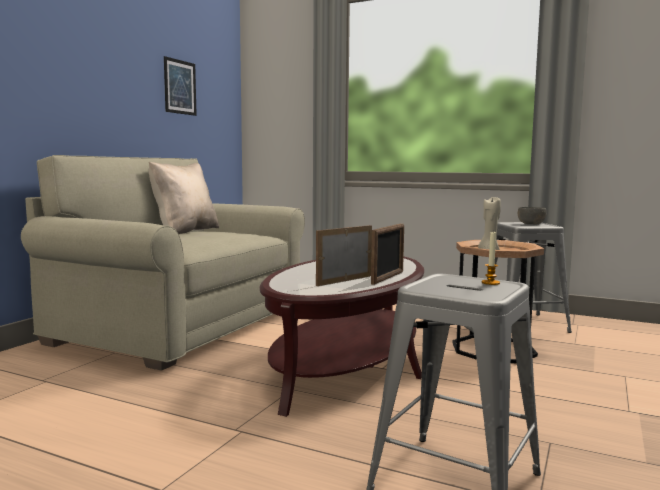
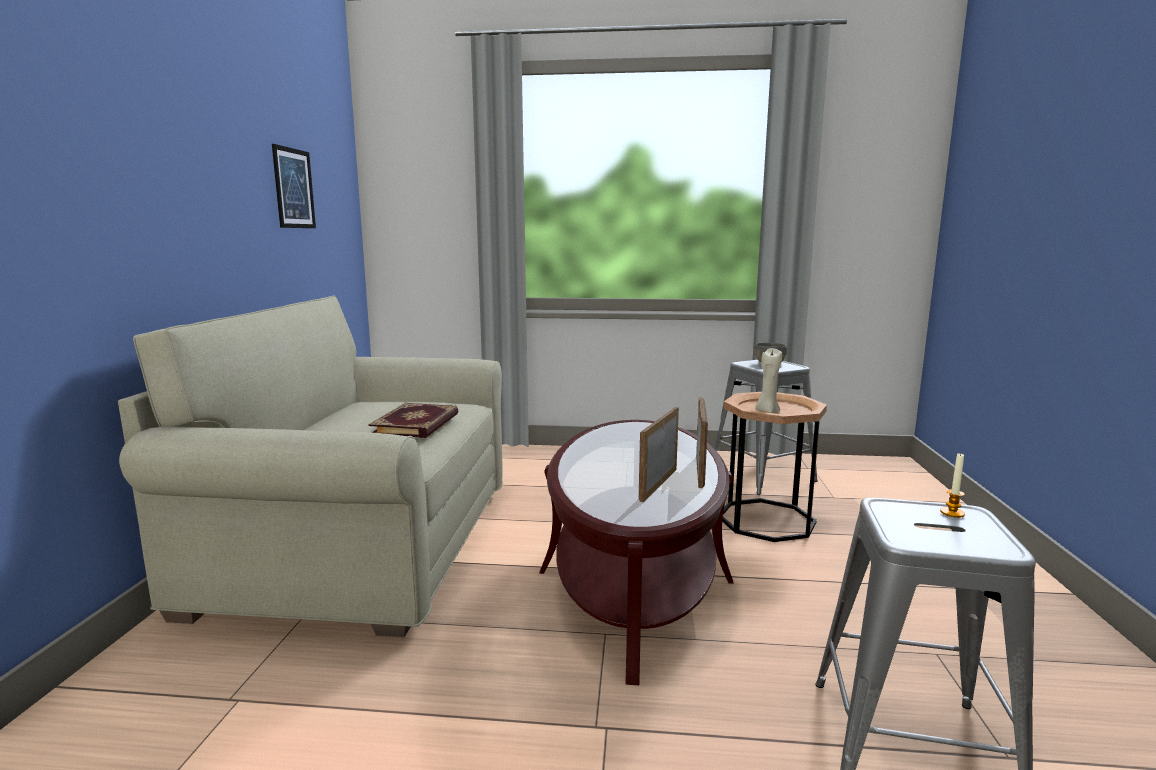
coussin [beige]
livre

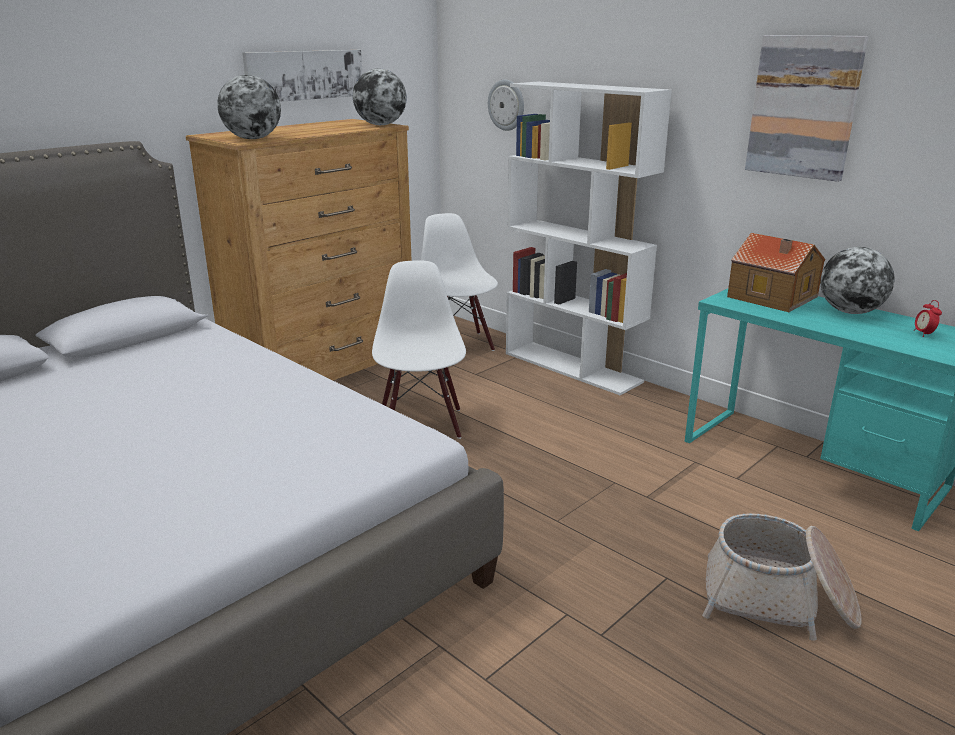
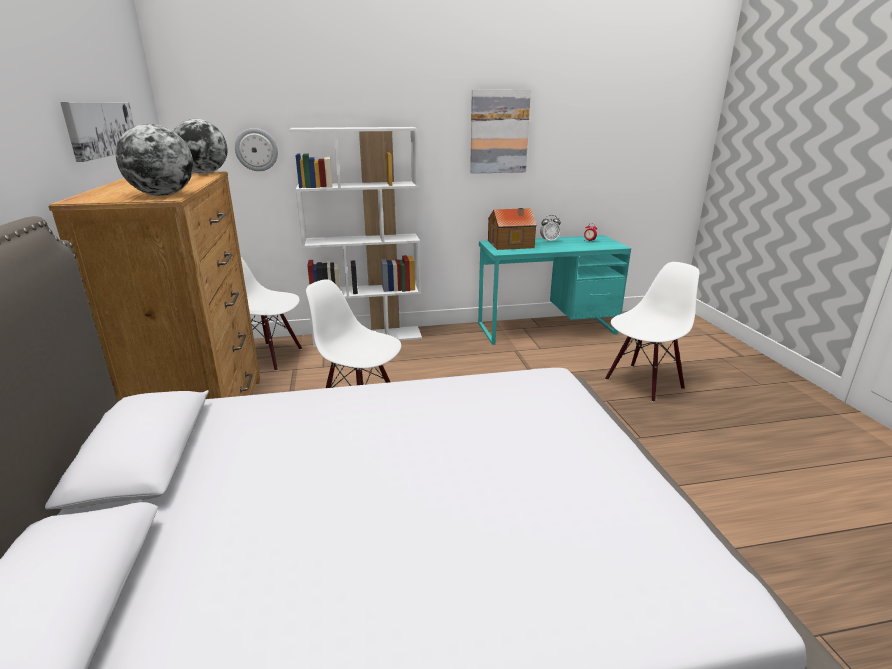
chaise [blanc] (no. 3 from left)
réveil (no. 1 from left)

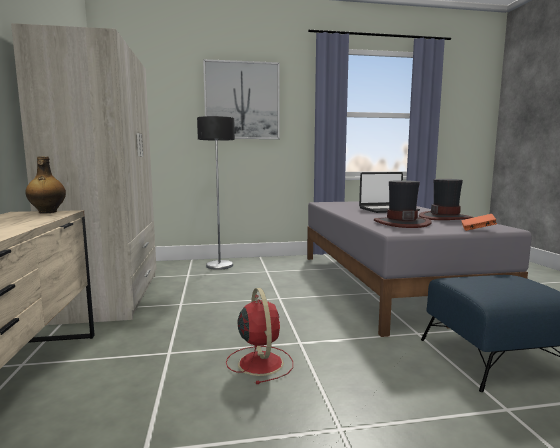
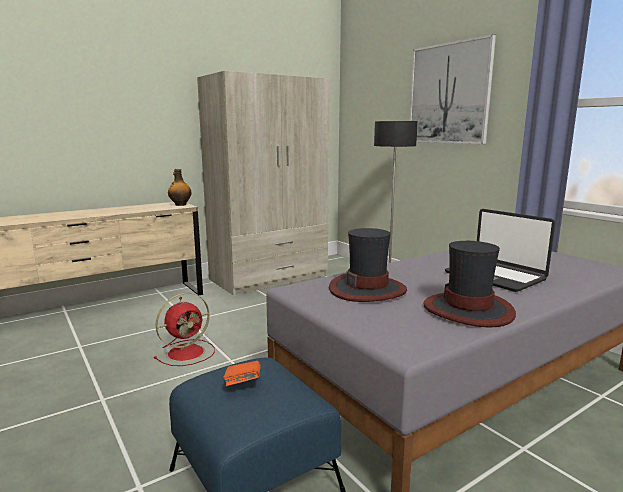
livre [orange]

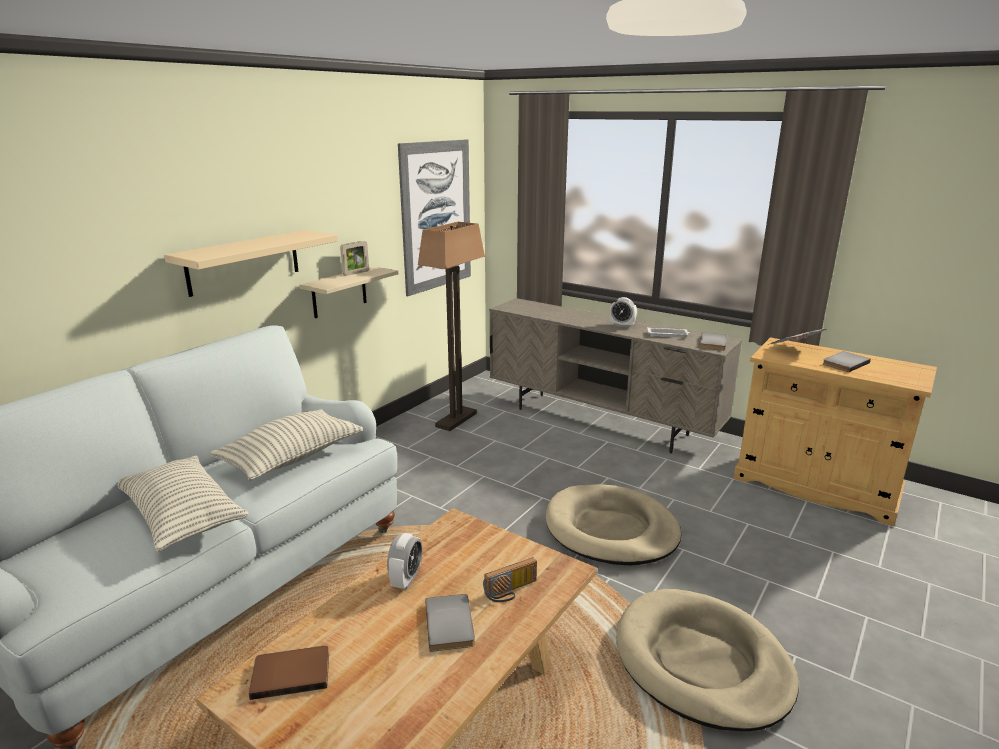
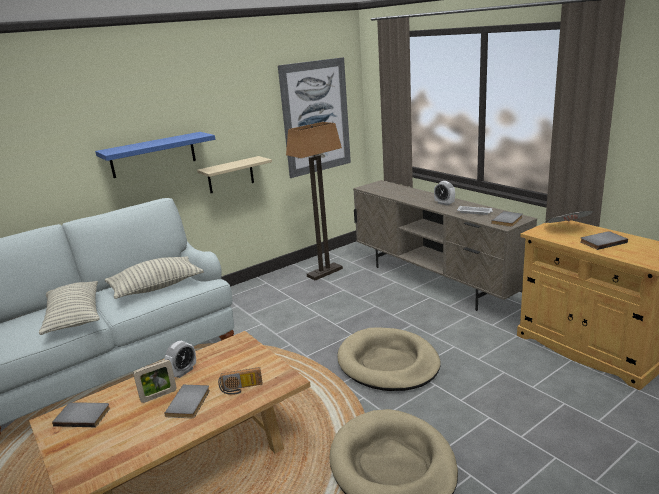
cadre photo
étagère [bleu]
livre [gris] (no. 1 from left)

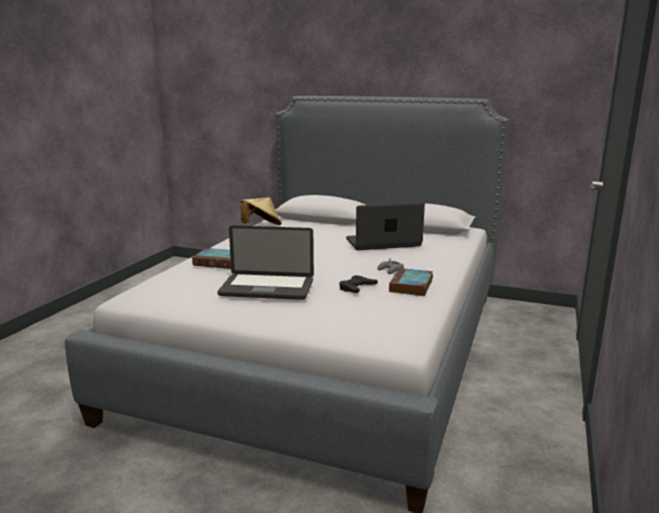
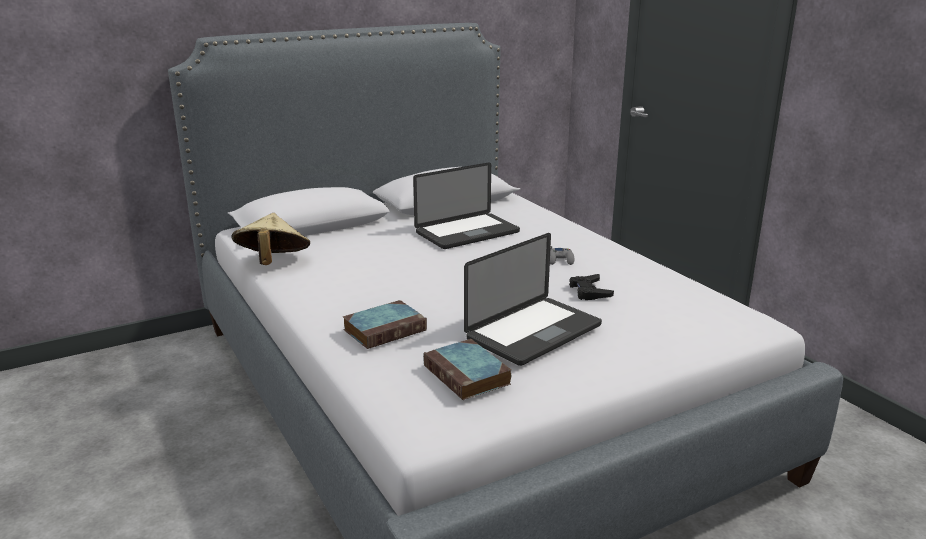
livre (no. 2 from left)
ordinateur portable (no. 1 from left)

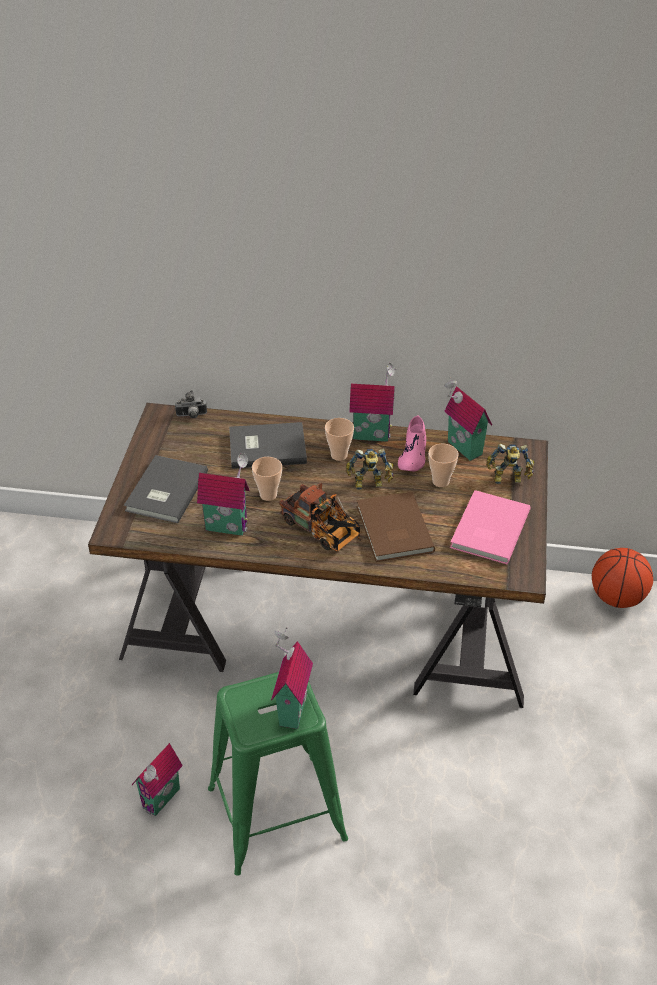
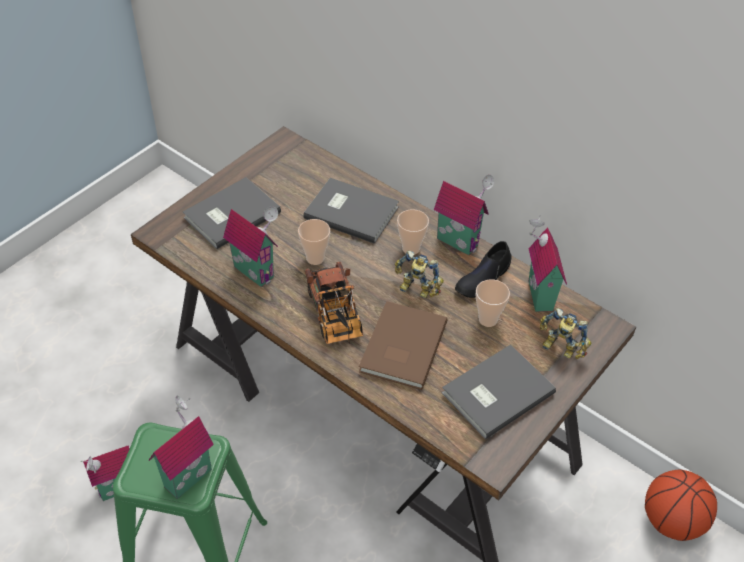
appareil photo
chaussure [noir]
livre [gris] (no. 3 from left)

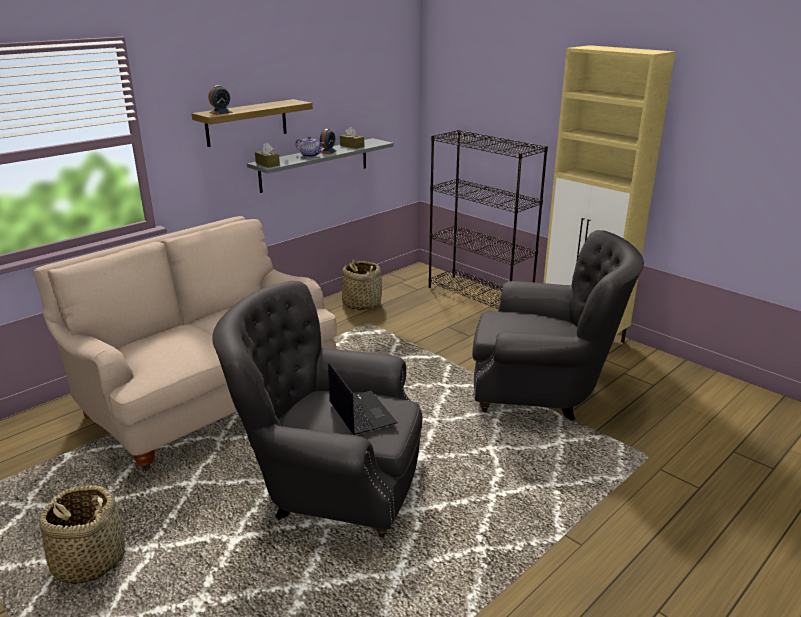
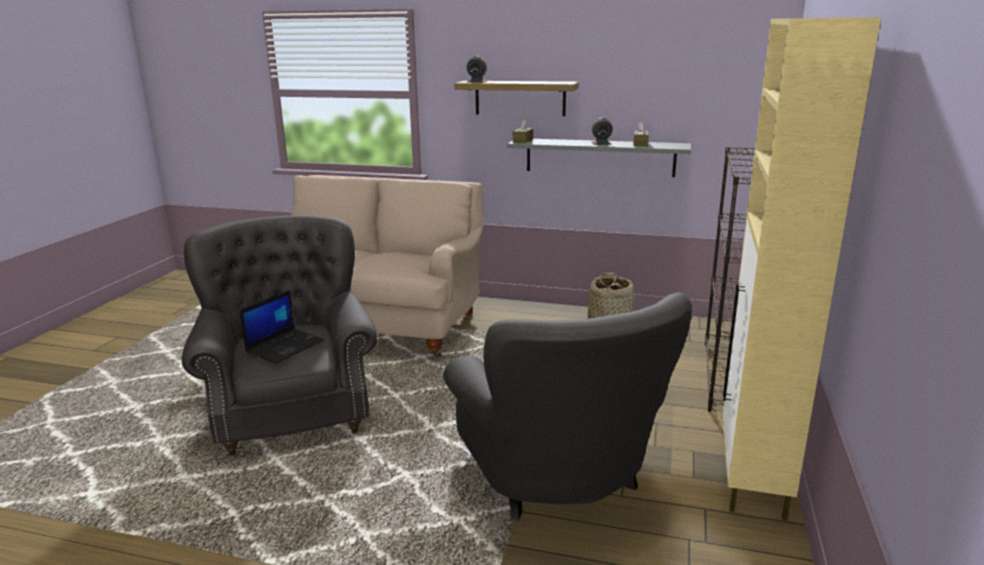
panier (no. 1 from left in the first image)
théière

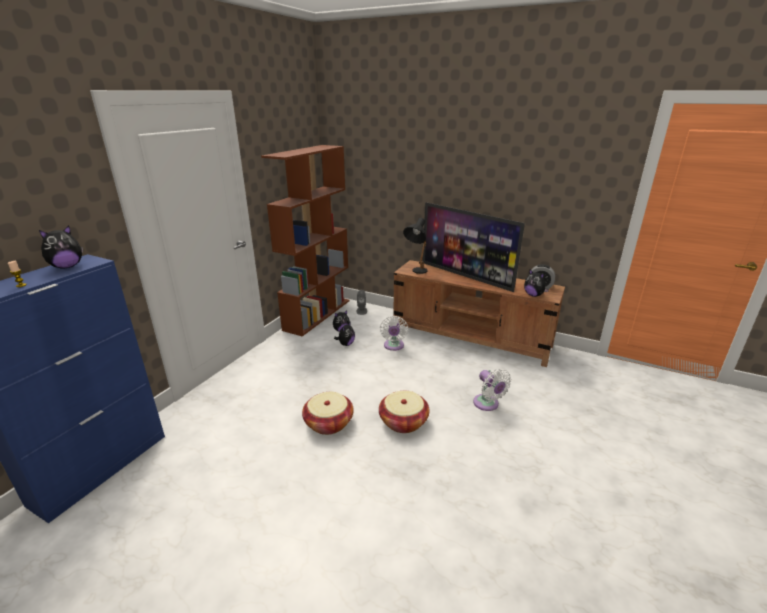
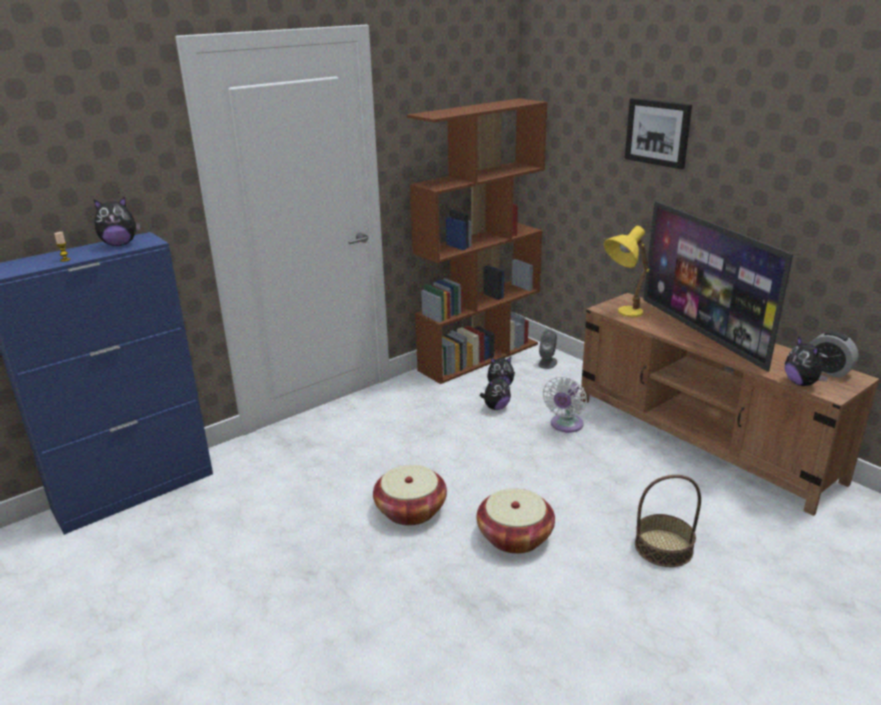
tableau
panier (no. 3 from left)
lampe de table [jaune]

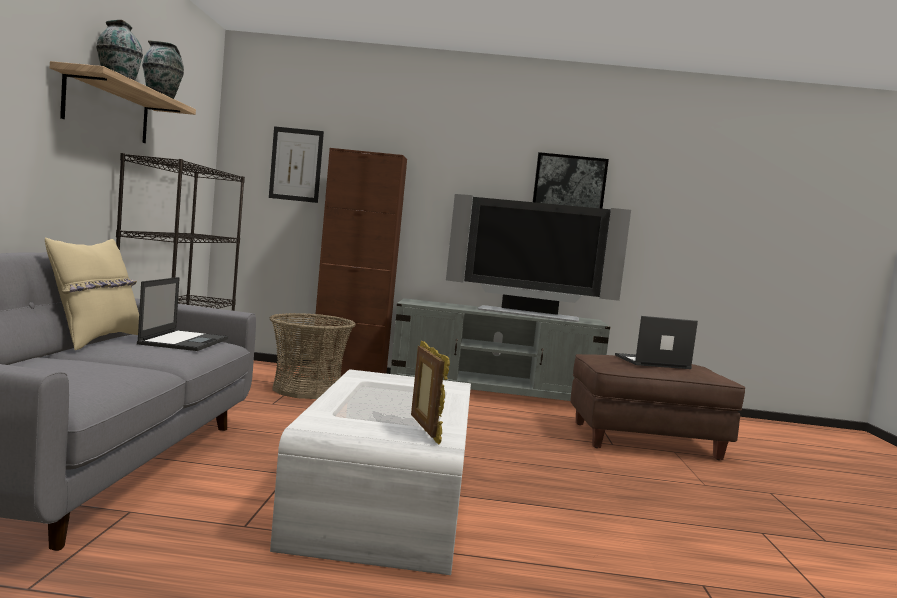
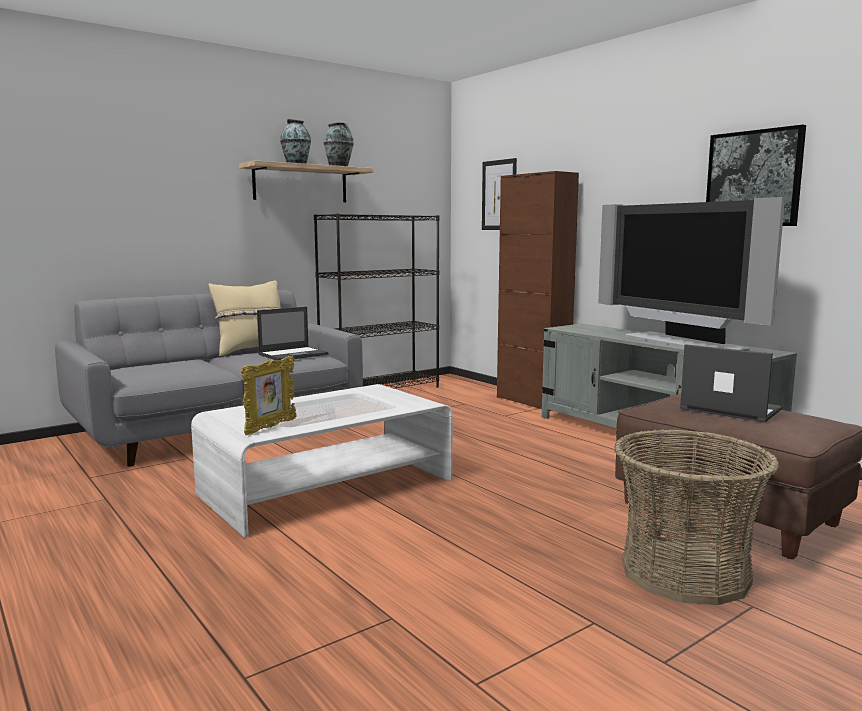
panier

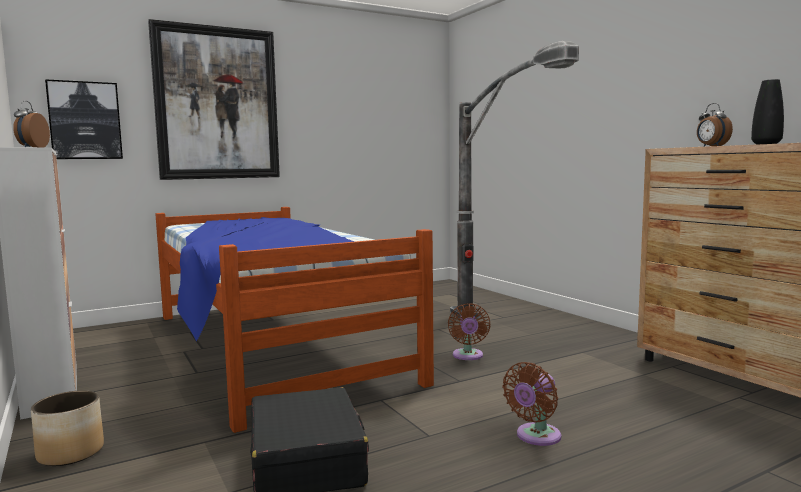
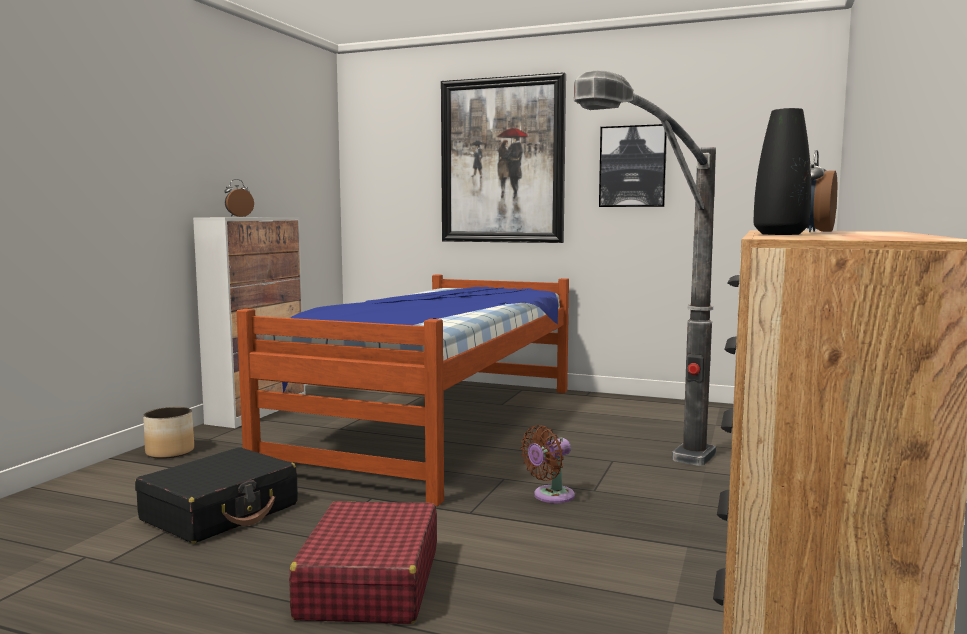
tableau (no. 2 from left)
valise [rouge]

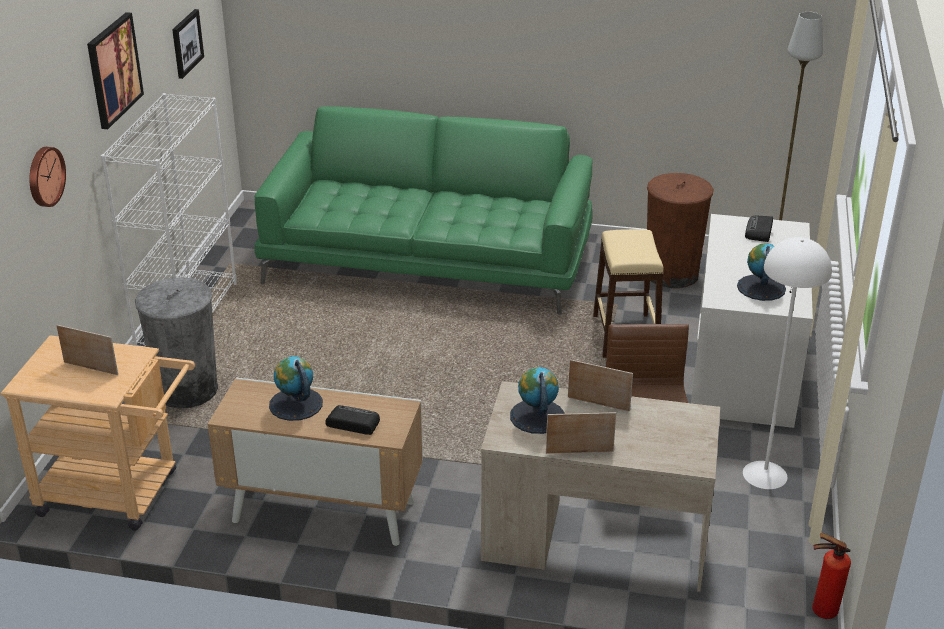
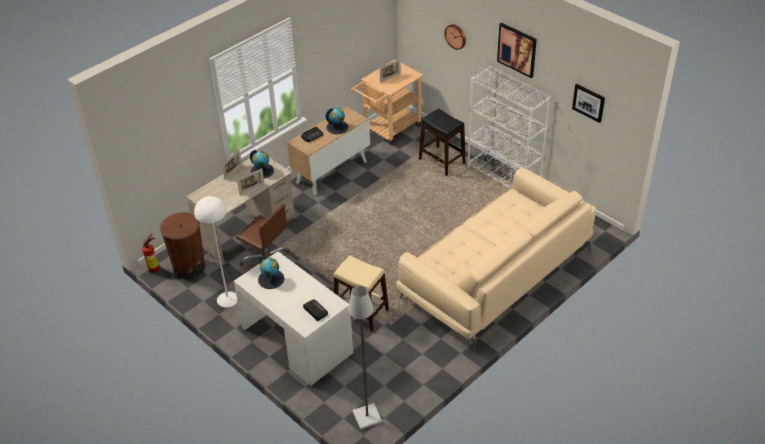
poubelle [marron]
tabouret [noir]
canapé [beige]

